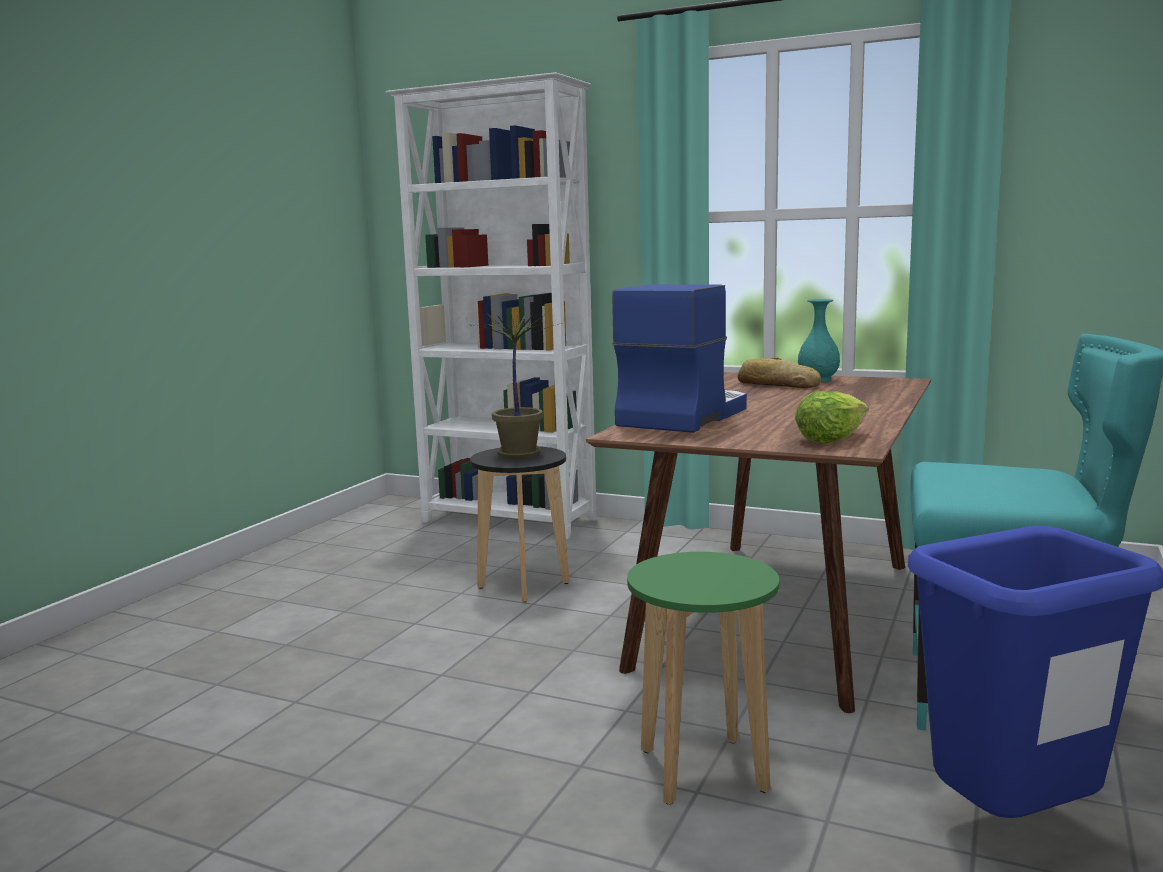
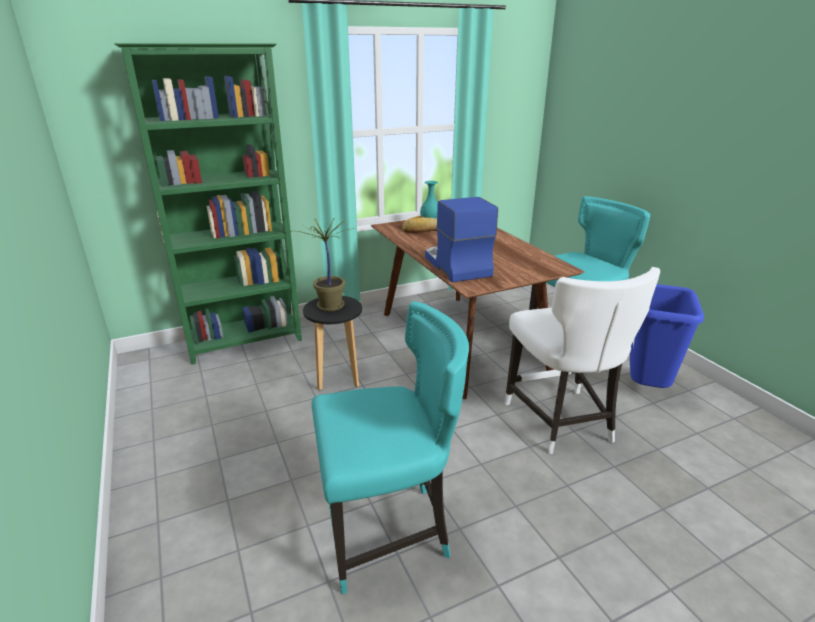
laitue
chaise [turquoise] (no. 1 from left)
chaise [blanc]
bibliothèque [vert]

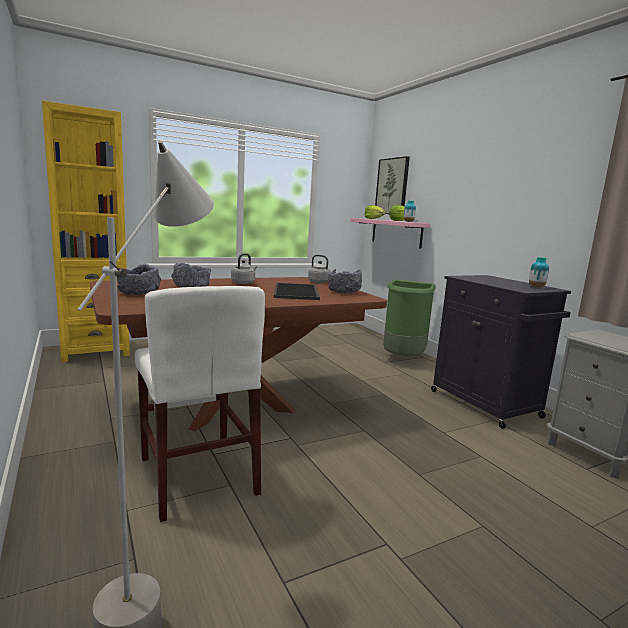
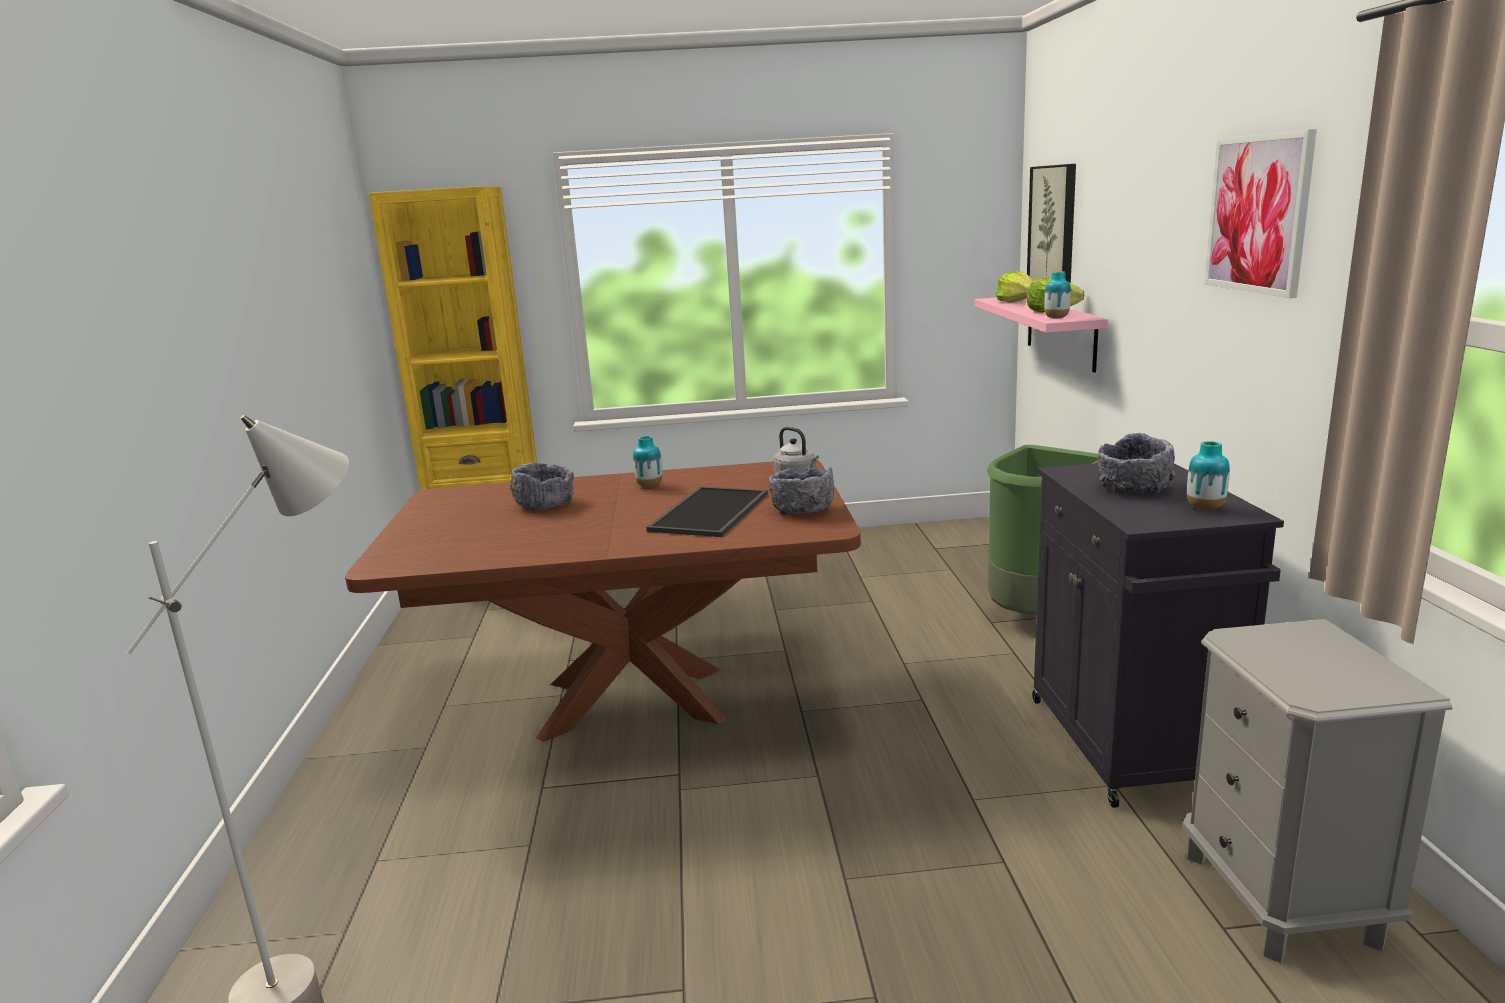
chaise [blanc]
tableau (no. 2 from left)
bol [gris] (no. 3 from left)
vase (no. 1 from left)

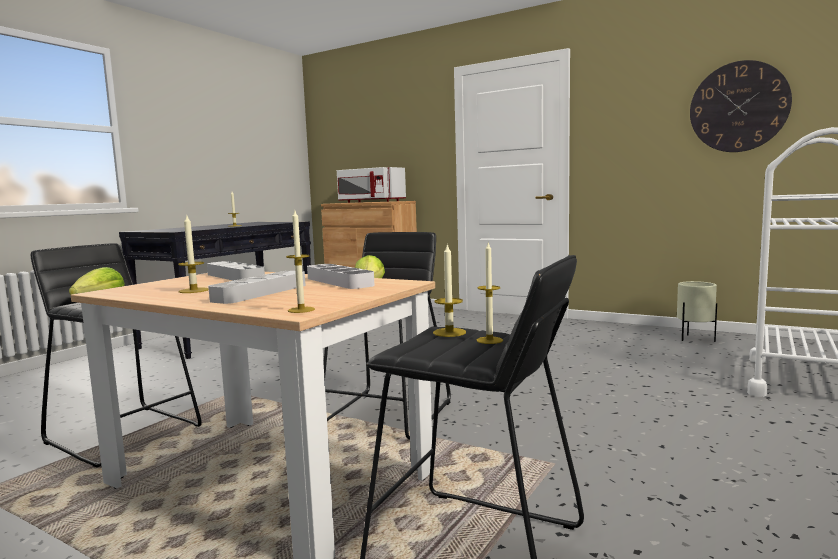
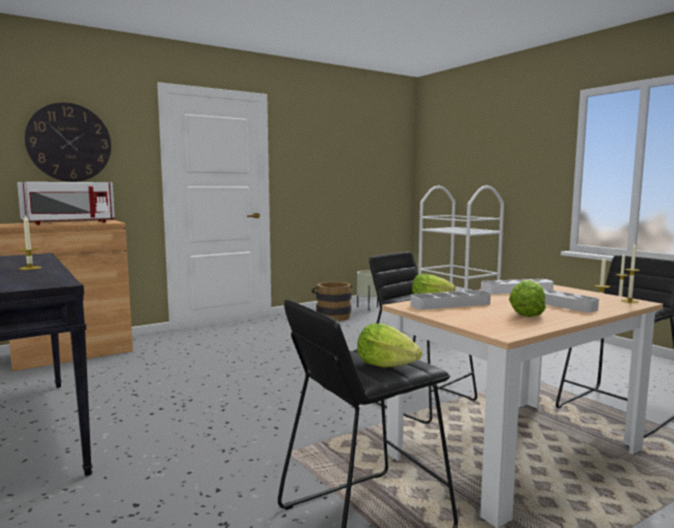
seau [marron]
horloge murale
laitue (no. 3 from left)

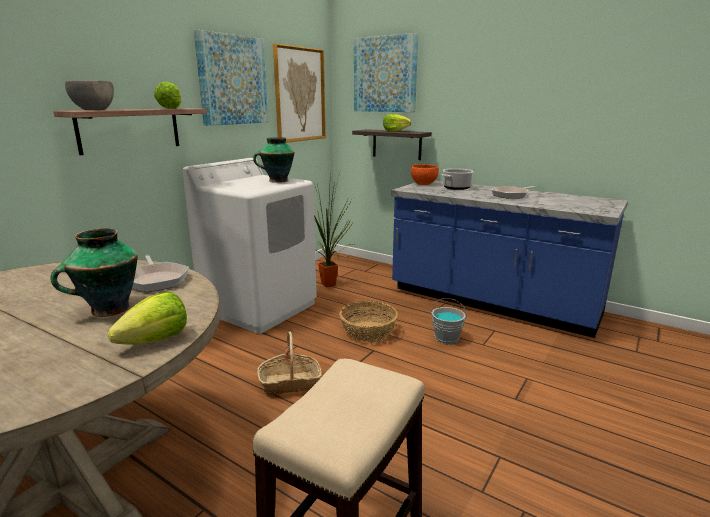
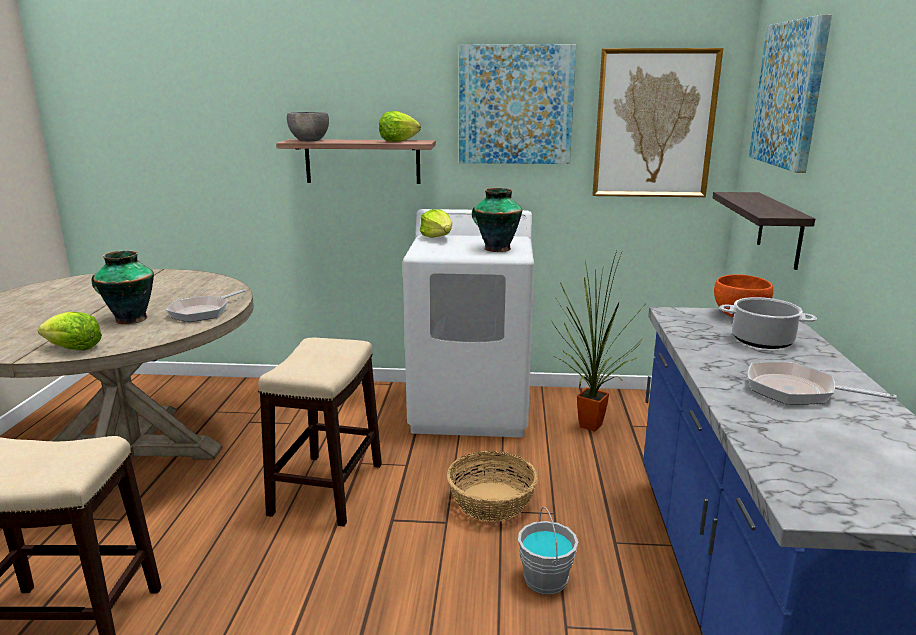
laitue (no. 3 from left)
tabouret (no. 2 from left)

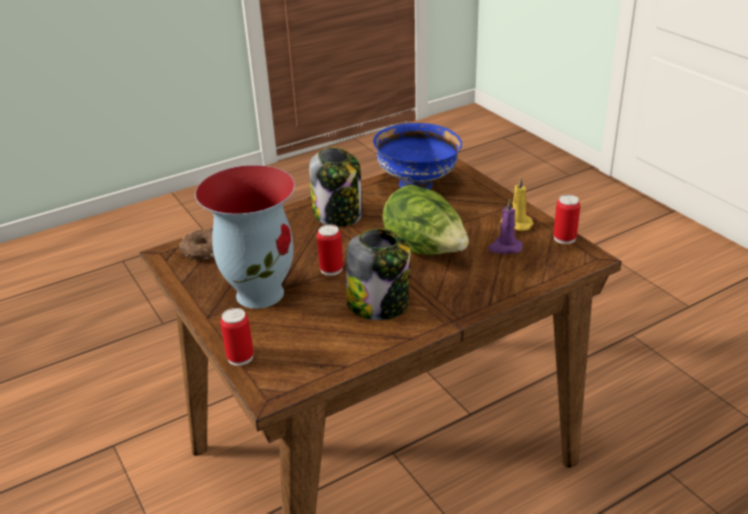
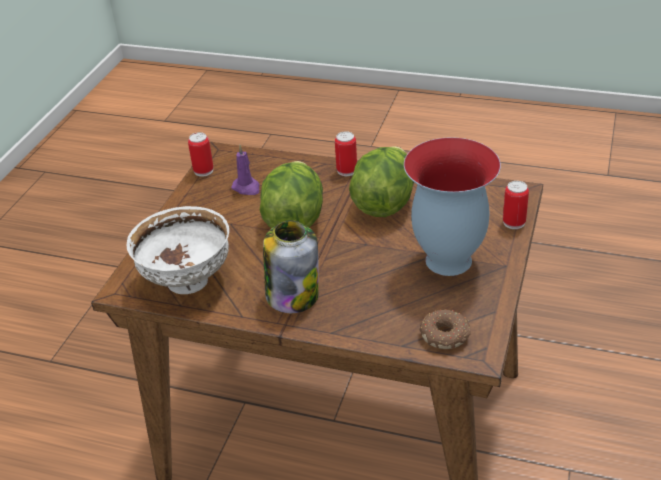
bougie [jaune]
boîte métallique (no. 2 from left)
laitue (no. 2 from left)
bol [blanc]

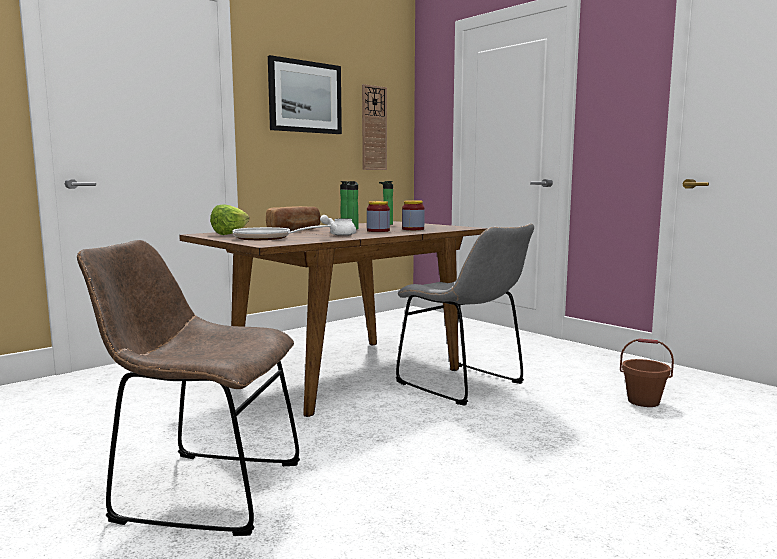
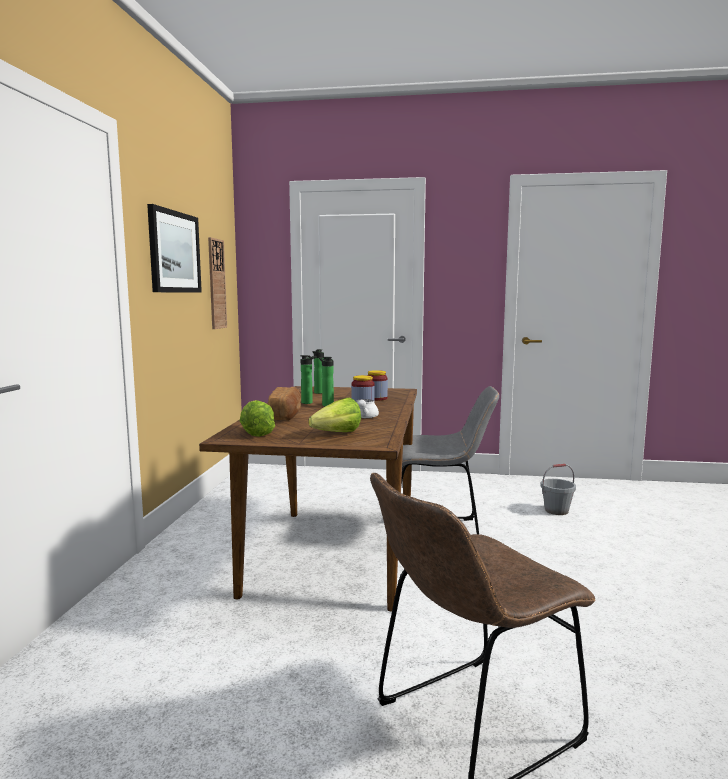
laitue (no. 2 from left)
seau [gris]

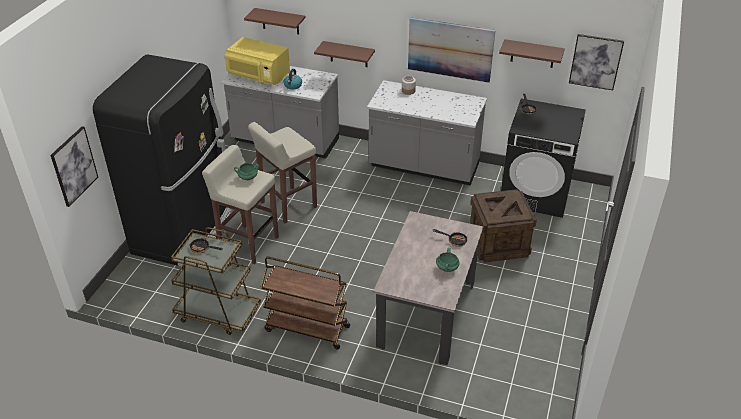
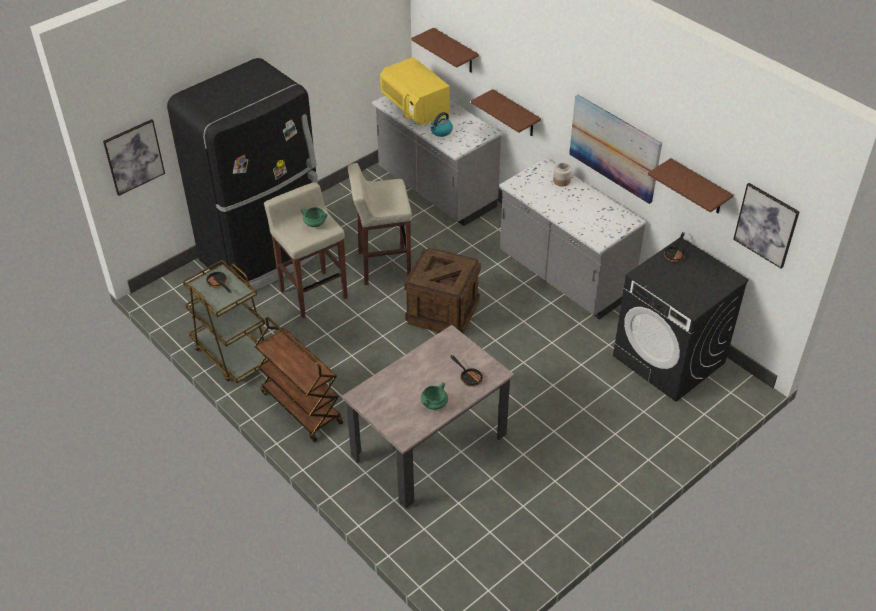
caisse

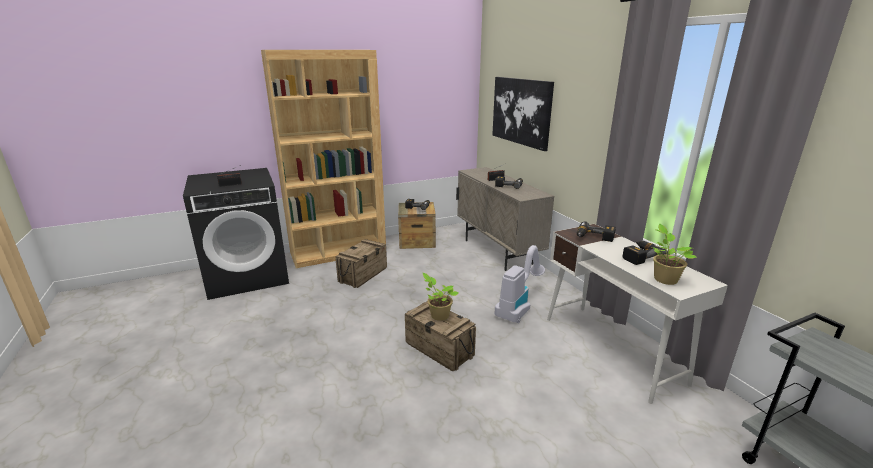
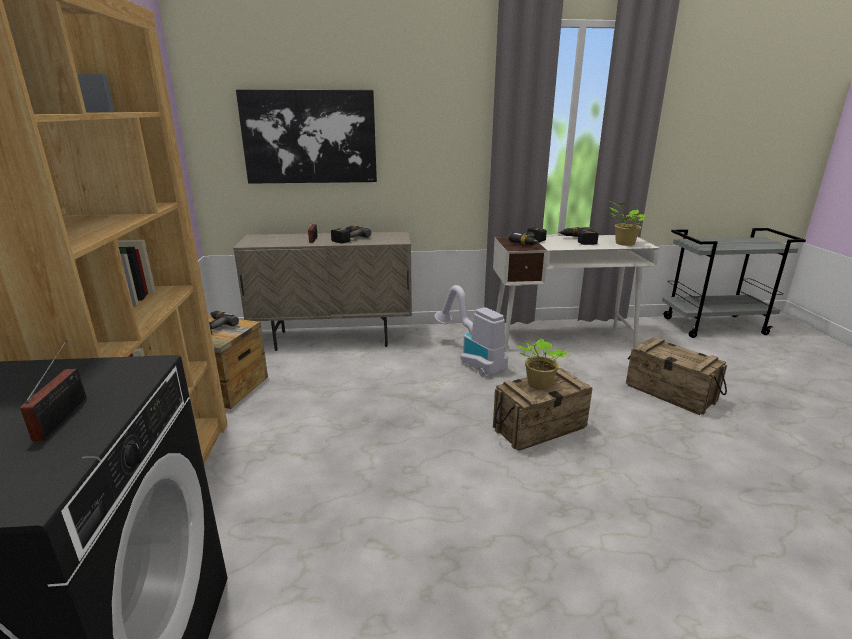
caisse (no. 3 from left)

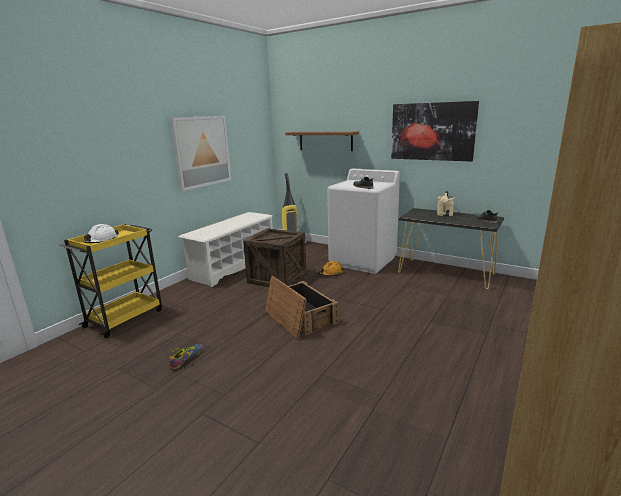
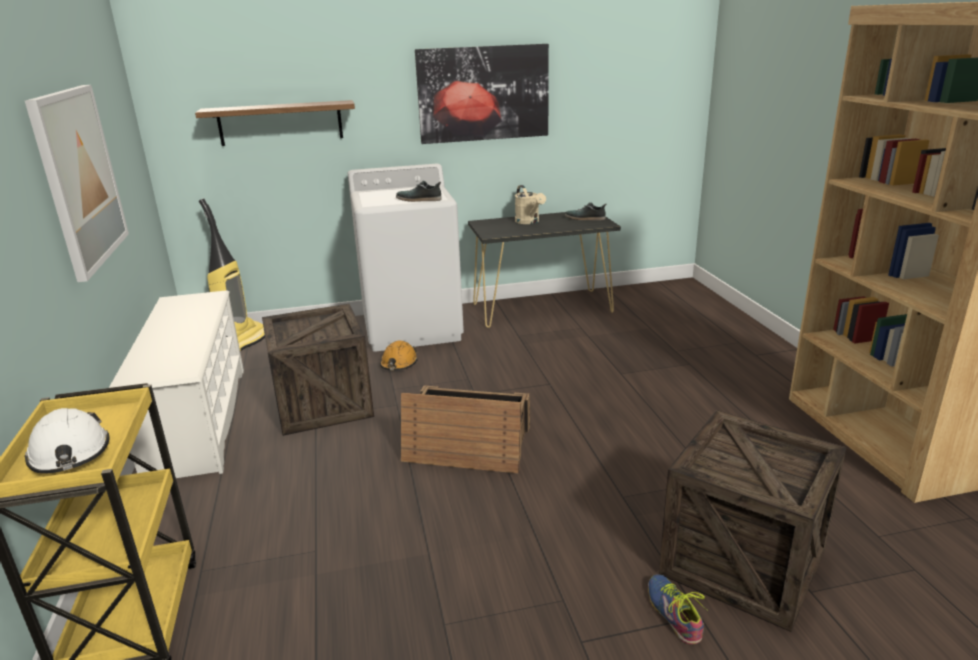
caisse (no. 3 from left)
chaussure (no. 3 from left)

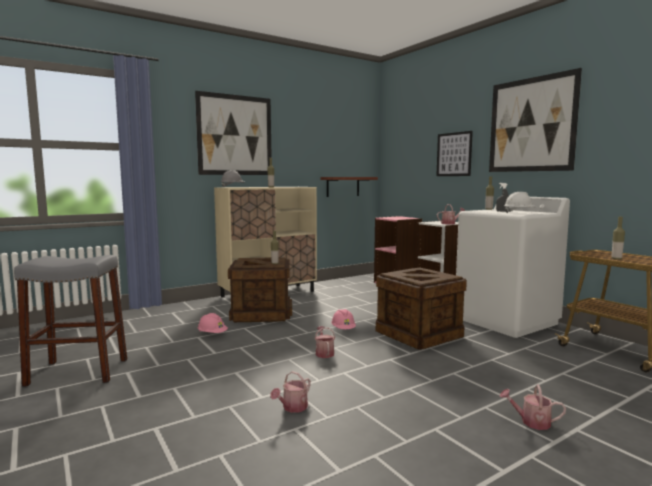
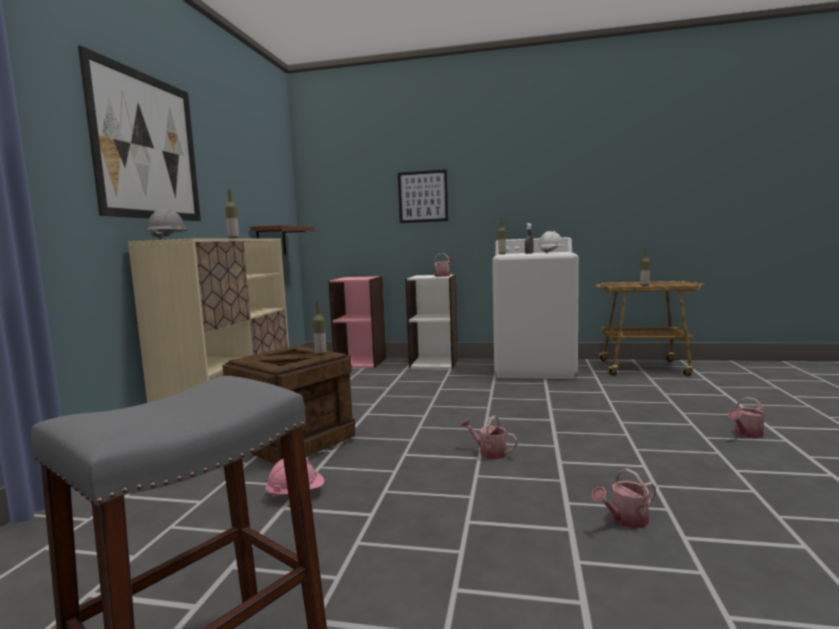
casque de chantier [rose] (no. 2 from left in the first image)
caisse (no. 2 from left in the first image)
tableau (no. 3 from left in the first image)
arrosoir (no. 3 from left)

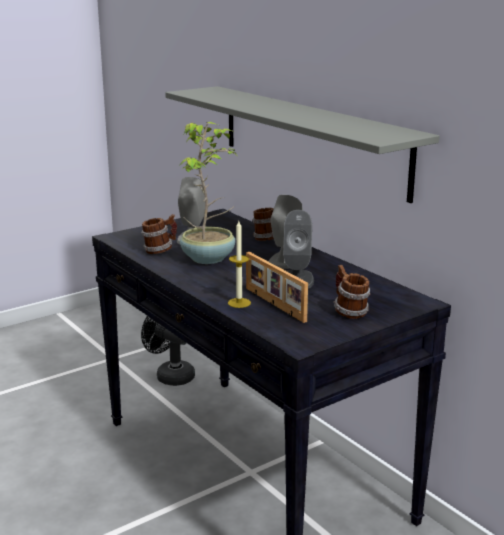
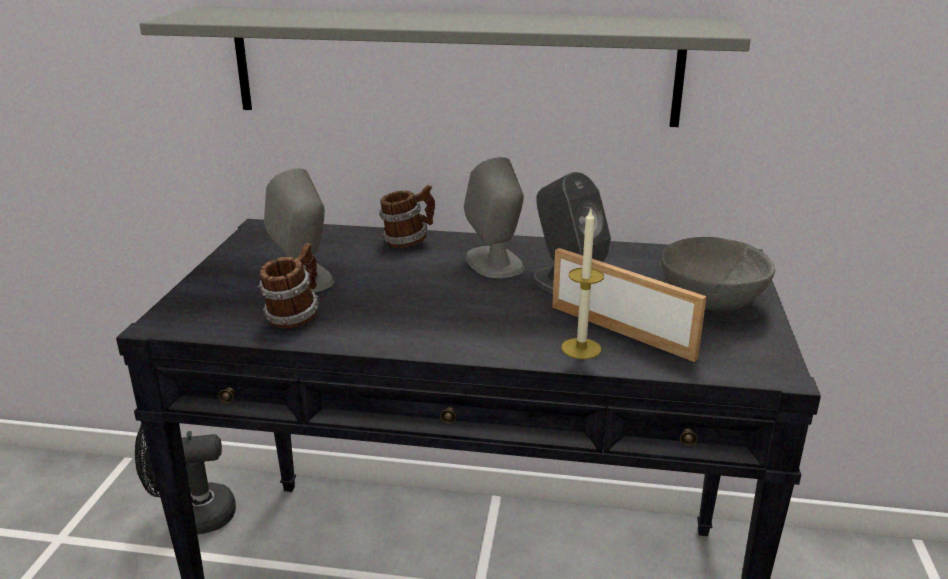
plante en pot
bol [gris]
cadre photo

